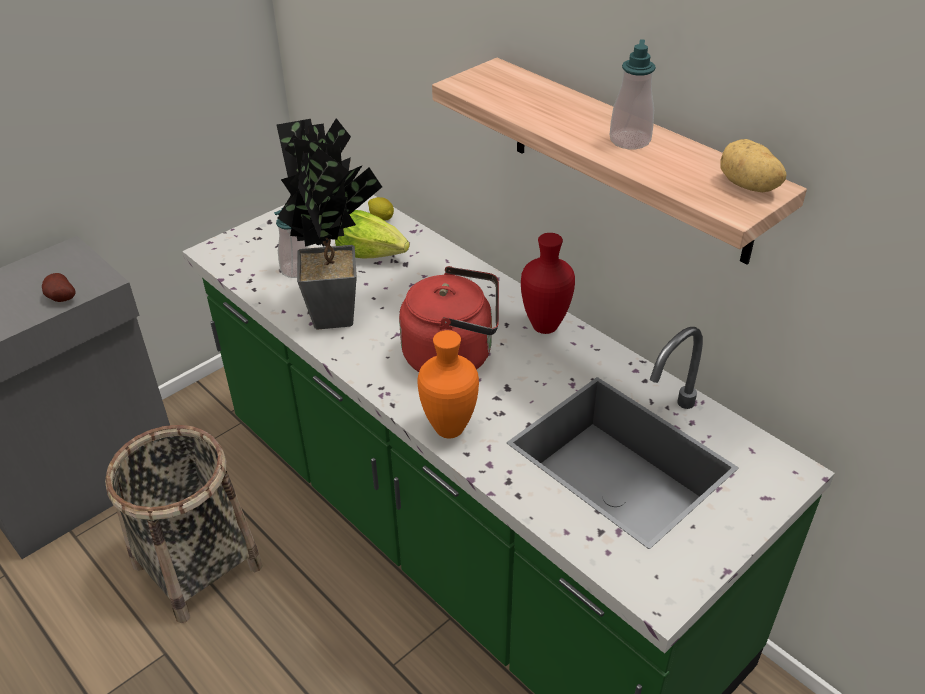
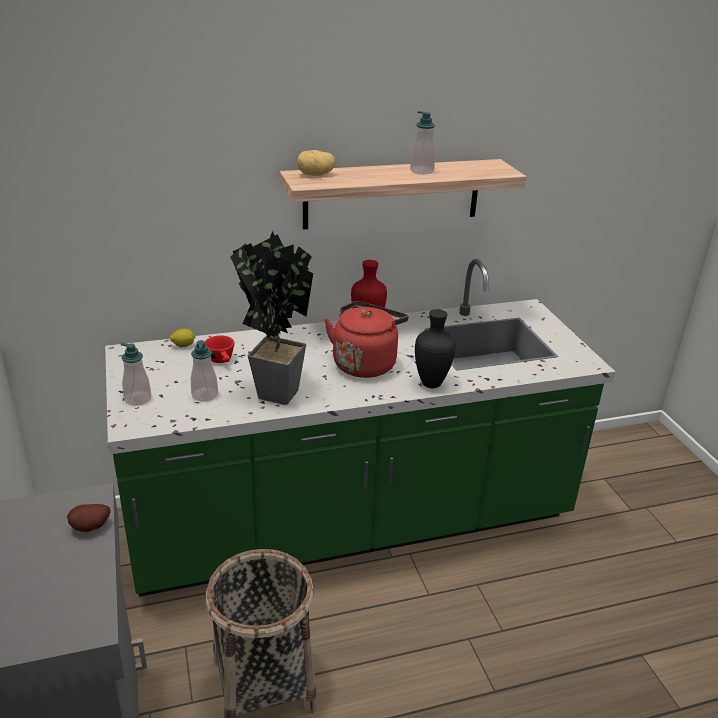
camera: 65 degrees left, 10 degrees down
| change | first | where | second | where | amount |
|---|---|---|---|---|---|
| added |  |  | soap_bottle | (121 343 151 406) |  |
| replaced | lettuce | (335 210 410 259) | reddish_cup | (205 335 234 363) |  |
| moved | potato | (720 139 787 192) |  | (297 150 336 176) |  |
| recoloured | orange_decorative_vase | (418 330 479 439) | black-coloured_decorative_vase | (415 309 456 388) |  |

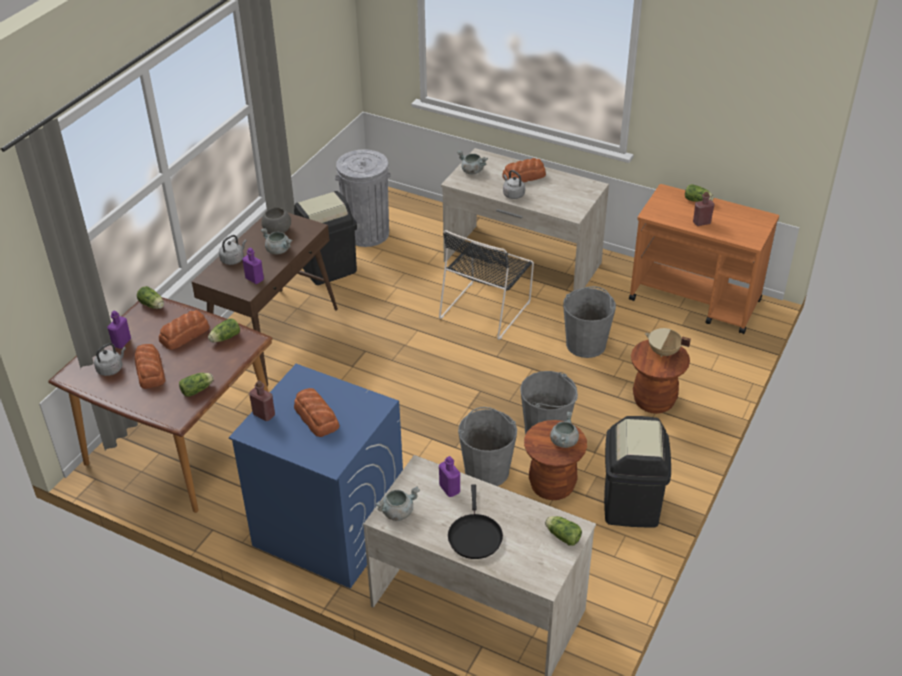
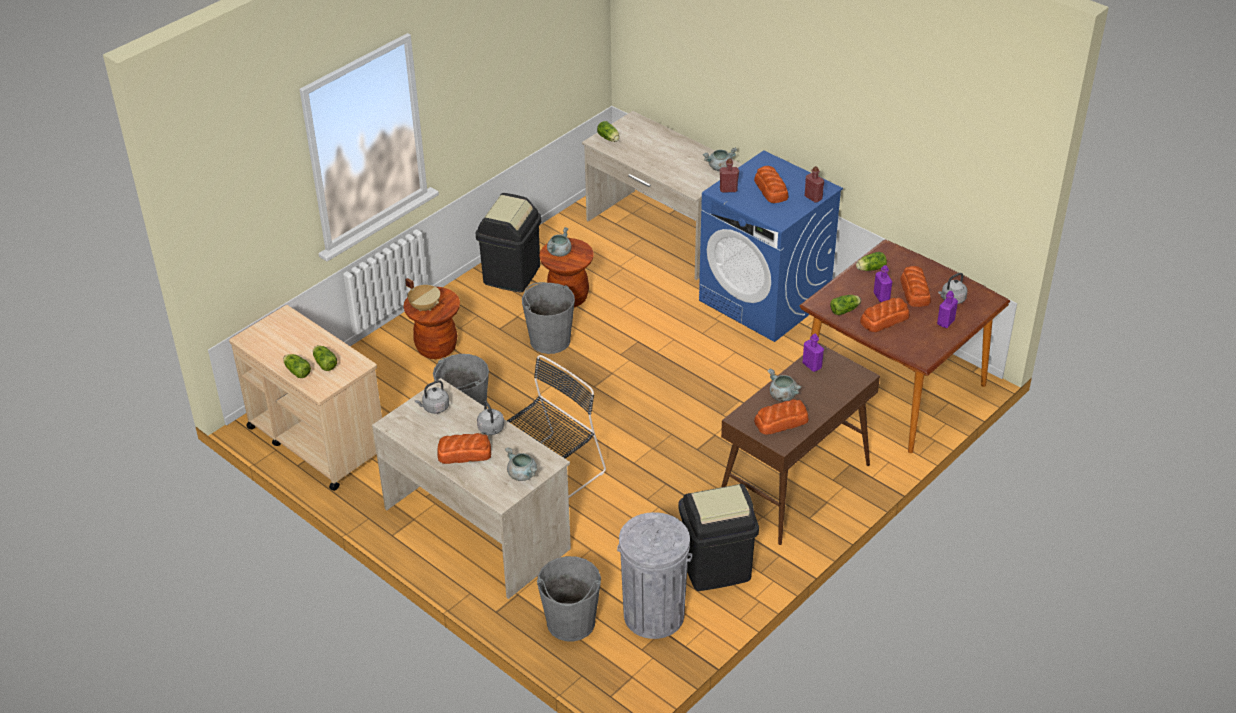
camera: 165 degrees left, 0 degrees up
| change | first | where | second | where | amount |
|---|---|---|---|---|---|
| recoloured | orange_trolley | (629 184 779 334) | beige_trolley | (229 305 382 491) |  |
| moved | lettuce | (137 286 164 309) |  | (313 345 337 371) |  |
| moved | gray_tea_kettle | (219 235 247 265) |  | (415 380 449 414) |  |
| moved | gray_bucket | (458 407 517 486) |  | (537 556 601 641) |  |
| moved | reddish_bottle | (693 192 714 226) |  | (720 158 739 192) |  |
| replaced | gray_deep_dish | (261 207 291 234) | bakery_bread | (754 399 809 435) |  |
| moved | purple-coloured_bottle | (439 456 460 497) |  | (874 265 892 302) |  |
| removed | black-coloured_frying_pan | (448 484 503 559) |  |  |  |

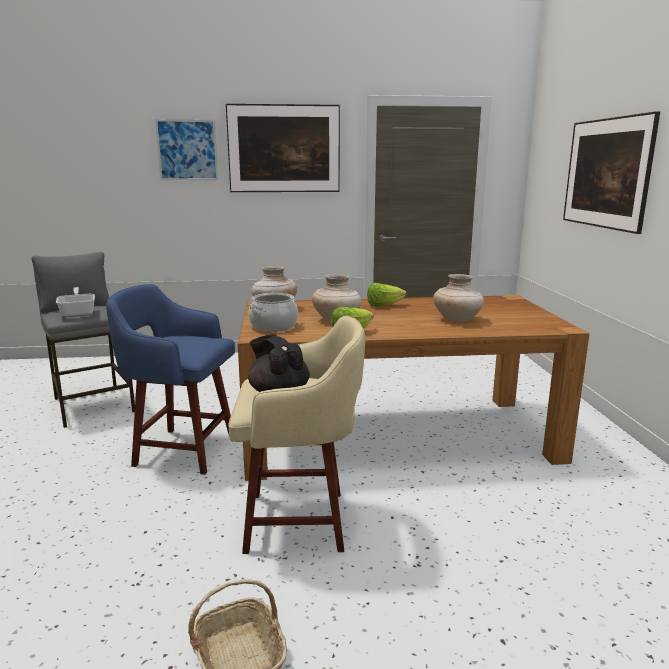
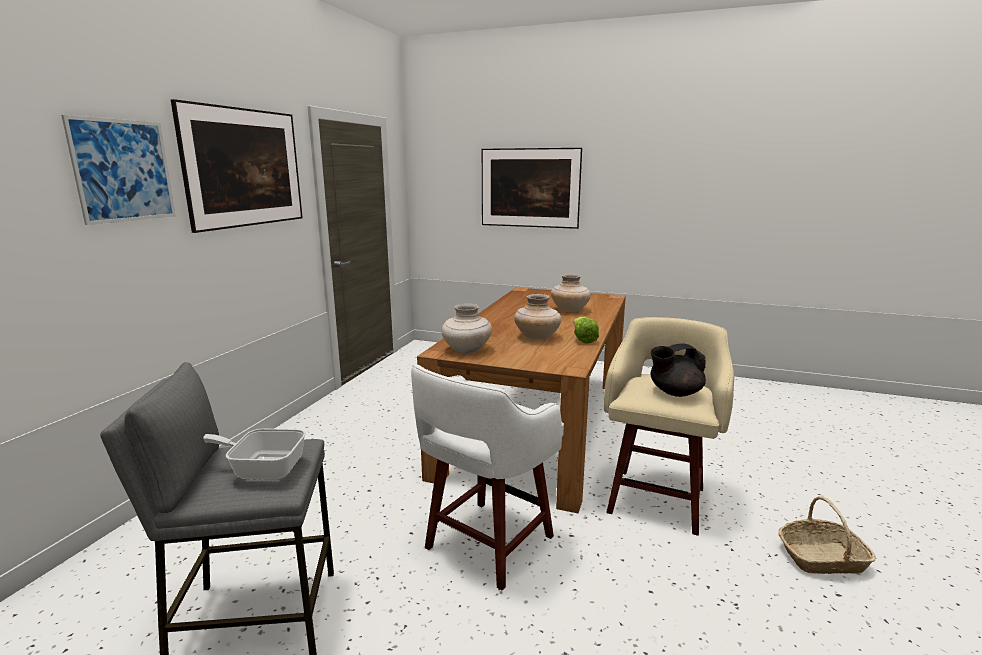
camera: 65 degrees left, 0 degrees up
| change | first | where | second | where | amount |
|---|---|---|---|---|---|
| recoloured | blue-coloured_stool_seat | (106 284 235 475) | white-coloured_stool_seat | (411 364 564 590) |  |
| removed | cooking_pot | (249 293 298 332) |  |  |  |
| removed | lettuce | (367 283 407 307) |  |  |  |

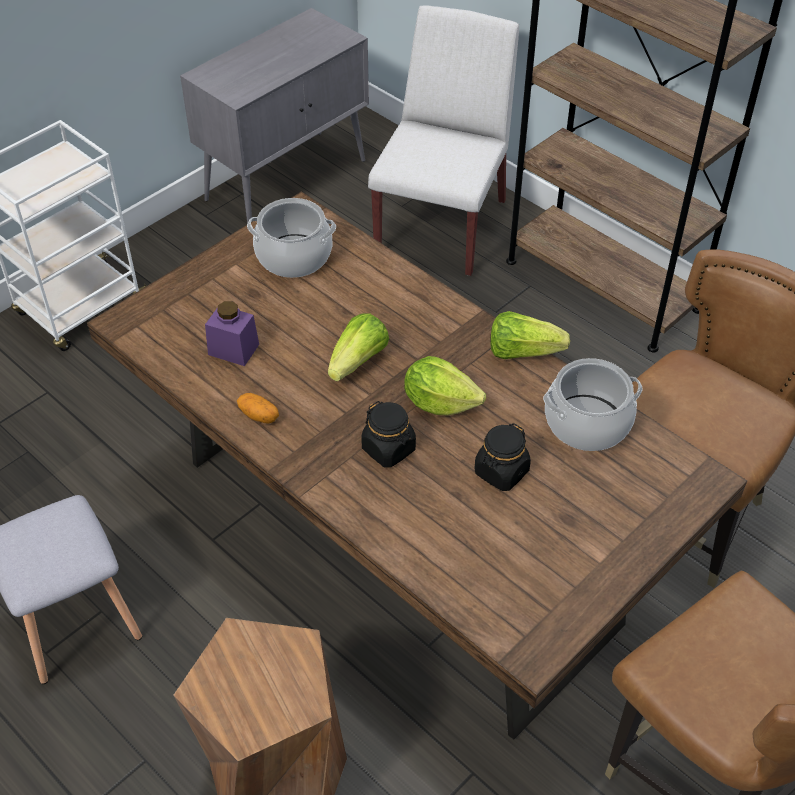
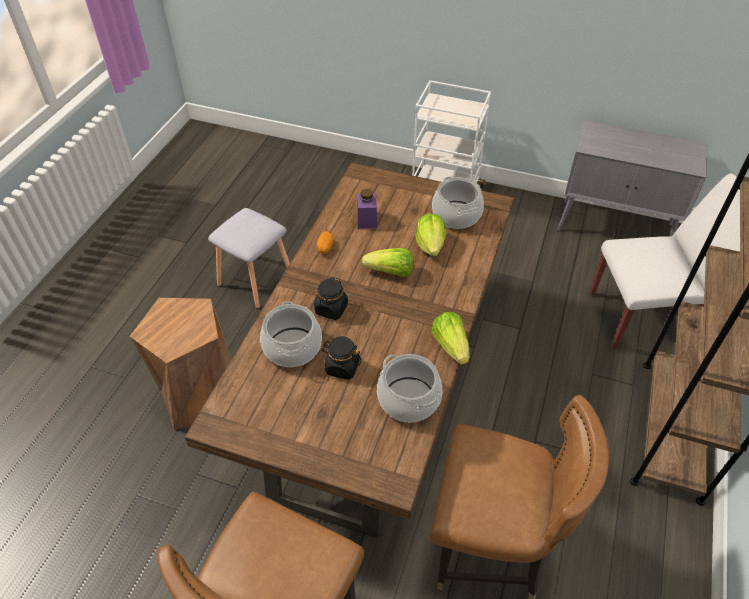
camera: 65 degrees right, 0 degrees up
| change | first | where | second | where | amount |
|---|---|---|---|---|---|
| added |  |  | cooking_pot | (260 301 322 367) |  |
| moved | lettuce | (404 356 486 415) |  | (415 213 446 256) |  |

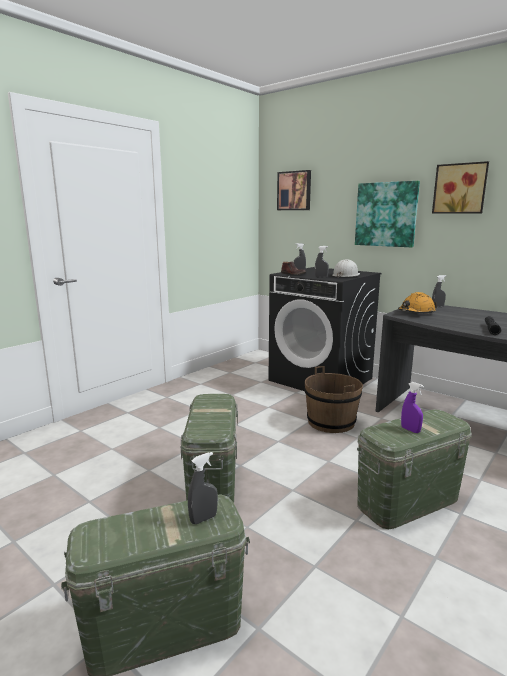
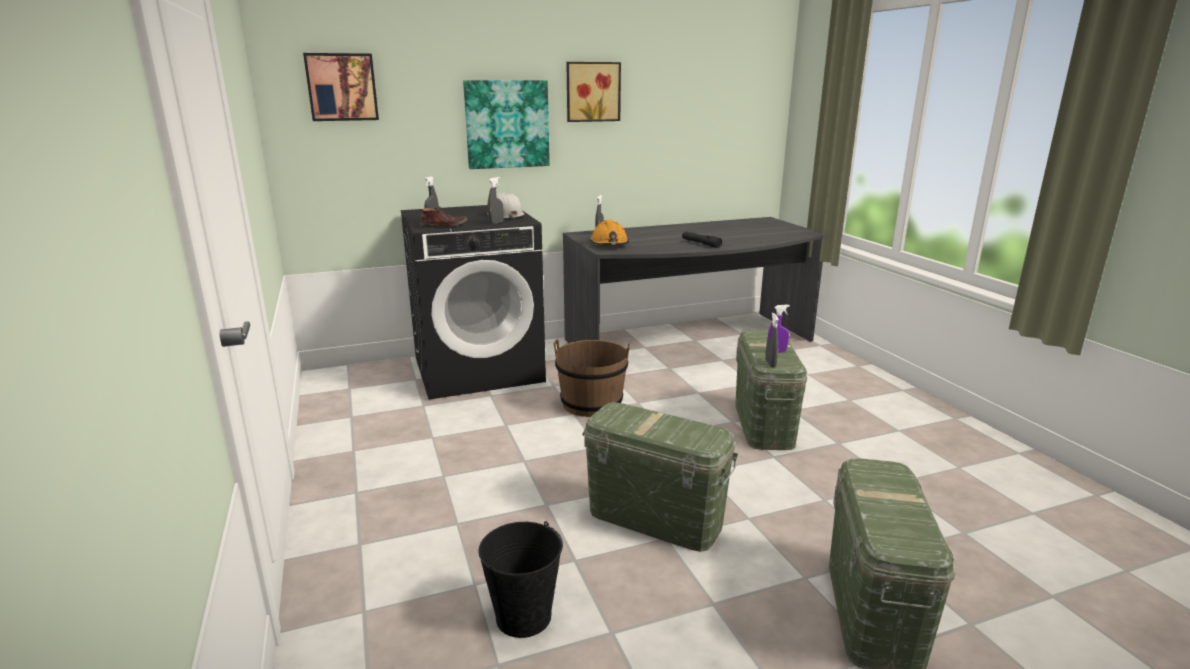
camera: 60 degrees left, 5 degrees up
| change | first | where | second | where | amount |
|---|---|---|---|---|---|
| added |  |  | black-coloured_bucket | (479 521 563 638) |  |
| moved | gray_sprayer | (188 452 218 524) |  | (765 313 779 367) |  |

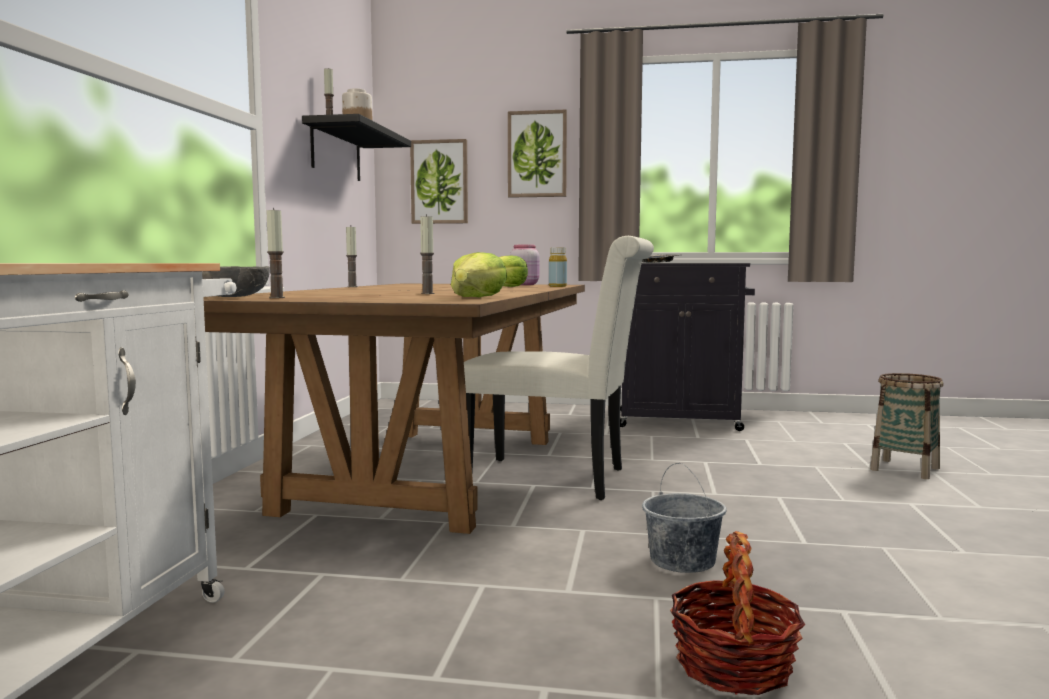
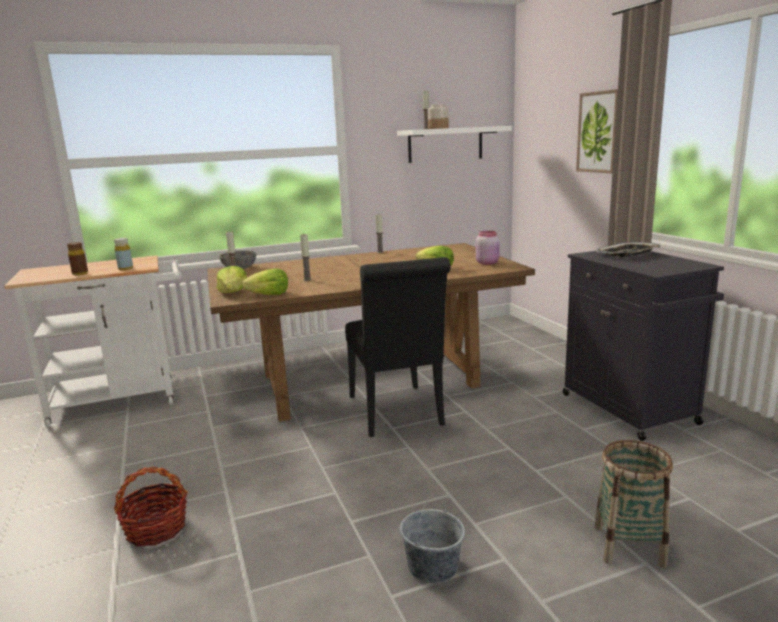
camera: 60 degrees right, 10 degrees up
| change | first | where | second | where | amount |
|---|---|---|---|---|---|
| added |  |  | brownish_bottle | (67 242 88 275) |  |
| moved | yellowish_bottle | (549 247 567 287) |  | (114 238 133 270) |  |
| added |  |  | lettuce | (217 266 247 294) |  |
| recoloured | white-coloured_upright_chair | (464 236 654 500) | black-coloured_upright_chair | (345 257 451 437) |  |
| recoloured | black-coloured_wall_shelf | (302 114 411 181) | white-coloured_wall_shelf | (397 126 512 163) |  |
| moved | gray_bucket | (642 463 726 573) |  | (400 495 465 583) |  |
| removed | wall_picture | (410 139 468 224) |  |  |  |

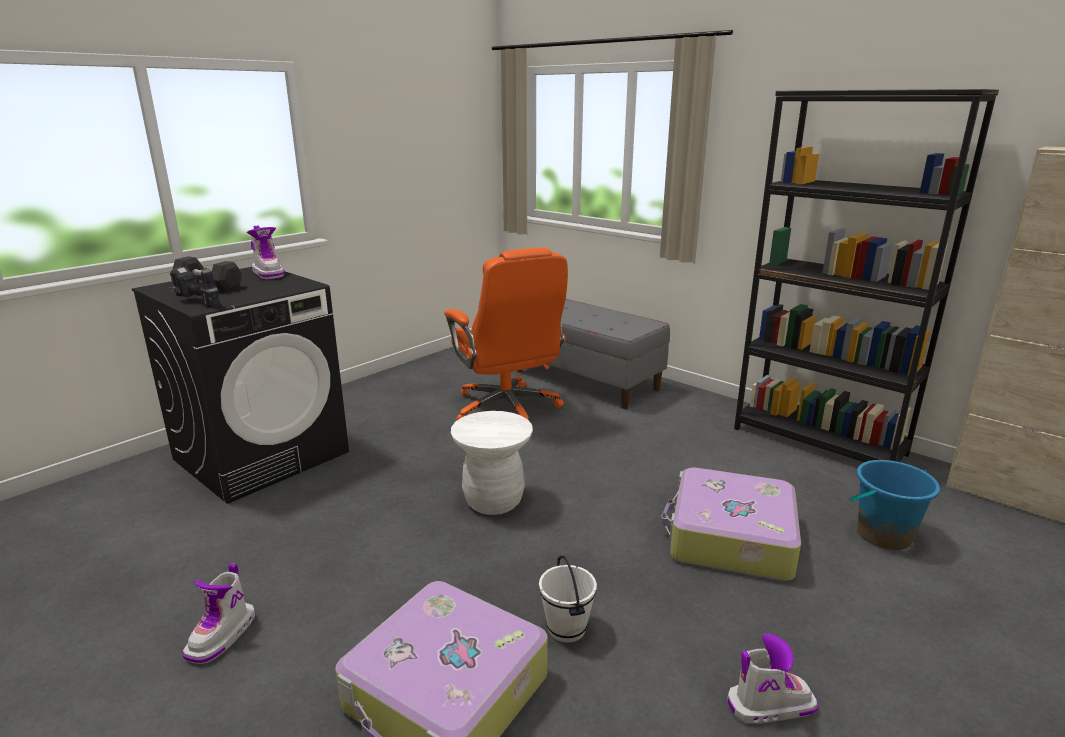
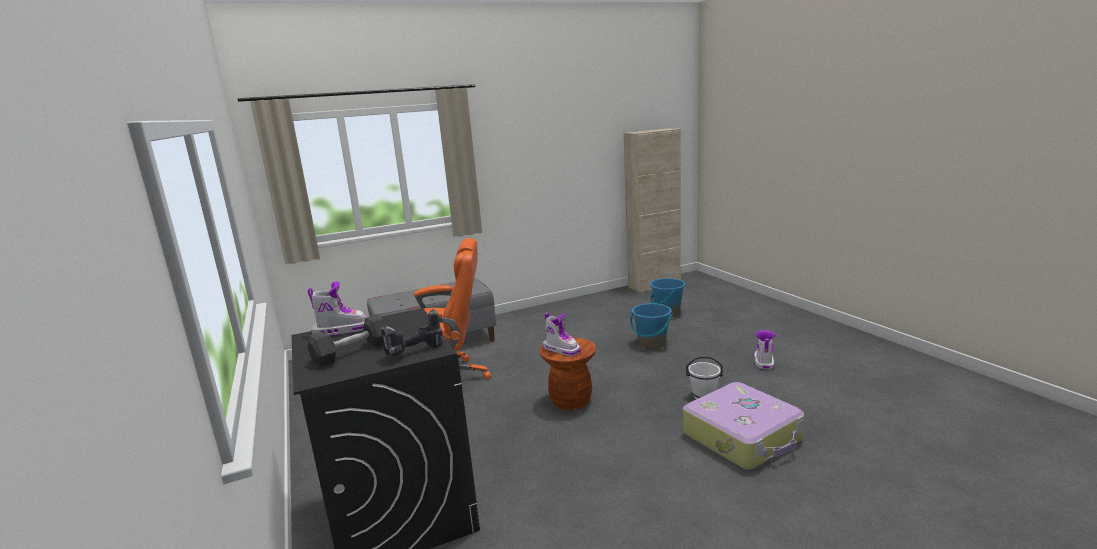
camera: 65 degrees left, 5 degrees down
| change | first | where | second | where | amount |
|---|---|---|---|---|---|
| recoloured | white-coloured_stool_seat | (451 411 533 515) | brownish_stool_seat | (539 337 596 410) |  |
| moved | boot | (182 563 255 664) |  | (543 313 581 356) |  |
| replaced | piece_of_luggage | (661 467 801 581) | blue-coloured_bucket | (630 303 672 349) |  |
| removed | black-coloured_bookcase | (734 89 999 462) |  |  |  |

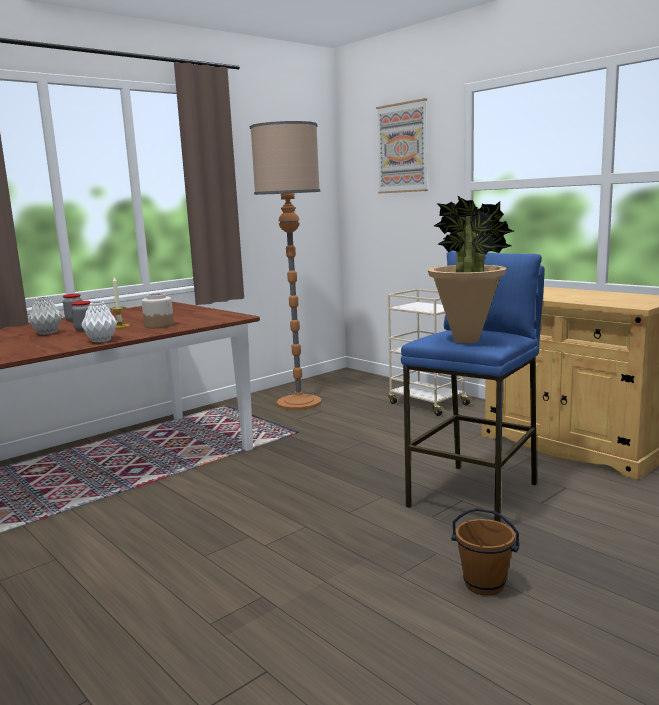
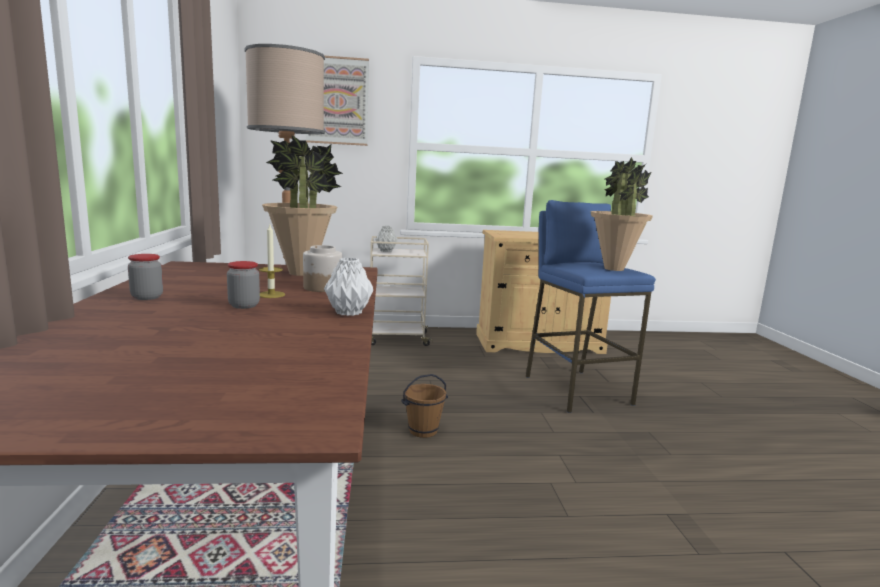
camera: 55 degrees left, 0 degrees up
| change | first | where | second | where | amount |
|---|---|---|---|---|---|
| added |  |  | plant_in_a_pot | (262 135 343 276) |  |
| moved | gray_decorative_vase | (28 297 62 335) |  | (375 226 398 252) |  |
| moved | brownish_bucket | (451 508 520 596) |  | (401 374 448 438) |  |

